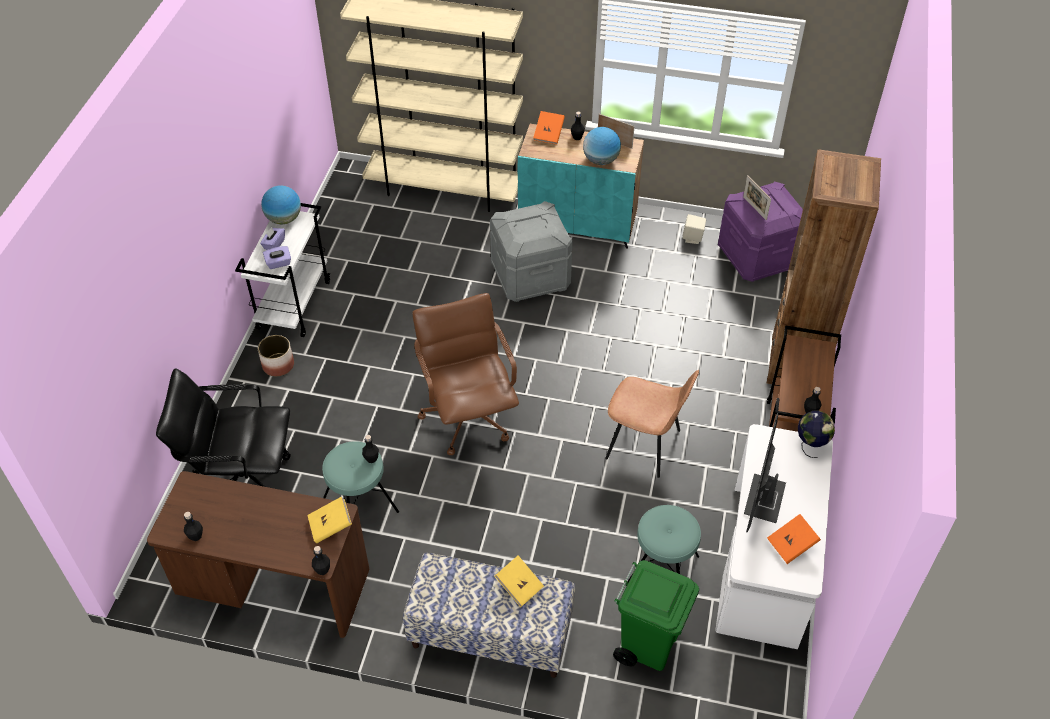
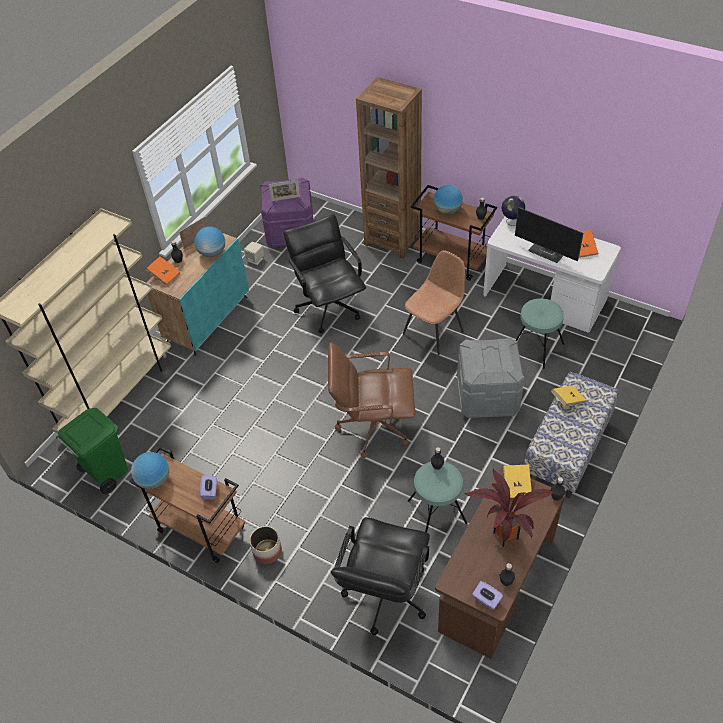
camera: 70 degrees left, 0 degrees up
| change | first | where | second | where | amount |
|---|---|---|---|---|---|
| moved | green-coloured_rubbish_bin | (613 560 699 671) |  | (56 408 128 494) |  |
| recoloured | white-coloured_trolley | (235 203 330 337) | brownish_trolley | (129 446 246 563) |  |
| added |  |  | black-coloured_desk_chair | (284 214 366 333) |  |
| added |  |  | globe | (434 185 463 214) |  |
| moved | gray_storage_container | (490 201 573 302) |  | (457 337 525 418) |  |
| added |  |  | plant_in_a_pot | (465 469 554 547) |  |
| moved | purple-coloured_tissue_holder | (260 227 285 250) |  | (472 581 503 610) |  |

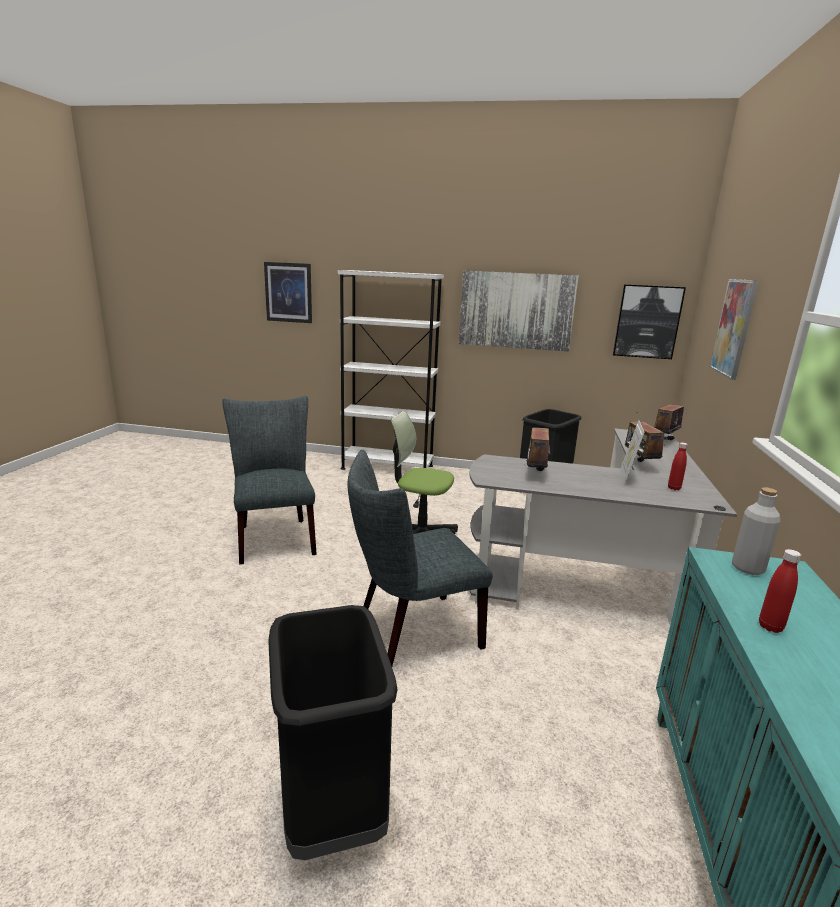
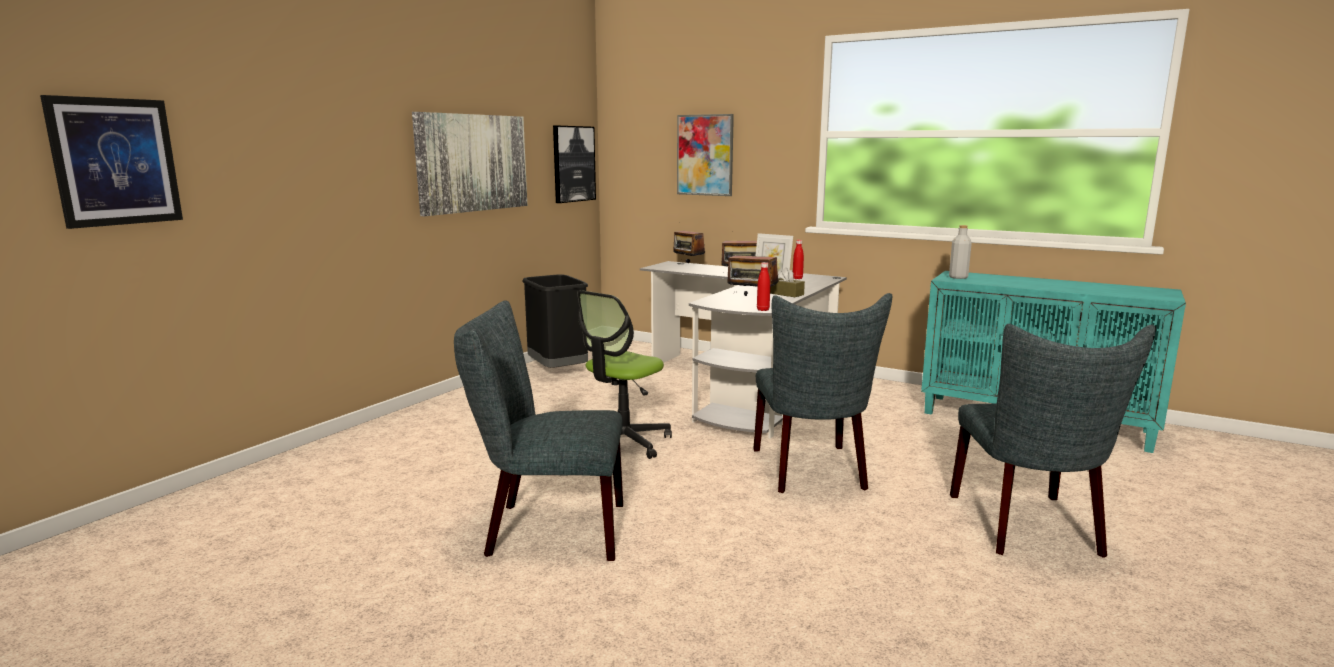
camera: 70 degrees left, 5 degrees down
| change | first | where | second | where | amount |
|---|---|---|---|---|---|
| moved | reddish_bottle | (759 549 801 633) |  | (757 262 770 311) |  |
| added |  |  | brownish_tissue_holder | (770 267 805 297) |  |
| replaced | black-coloured_rubbish_bin | (269 605 398 860) | gray_upright_chair | (950 324 1156 558) |  |
| removed | white-coloured_bookcase | (338 270 444 470) |  |  |  |

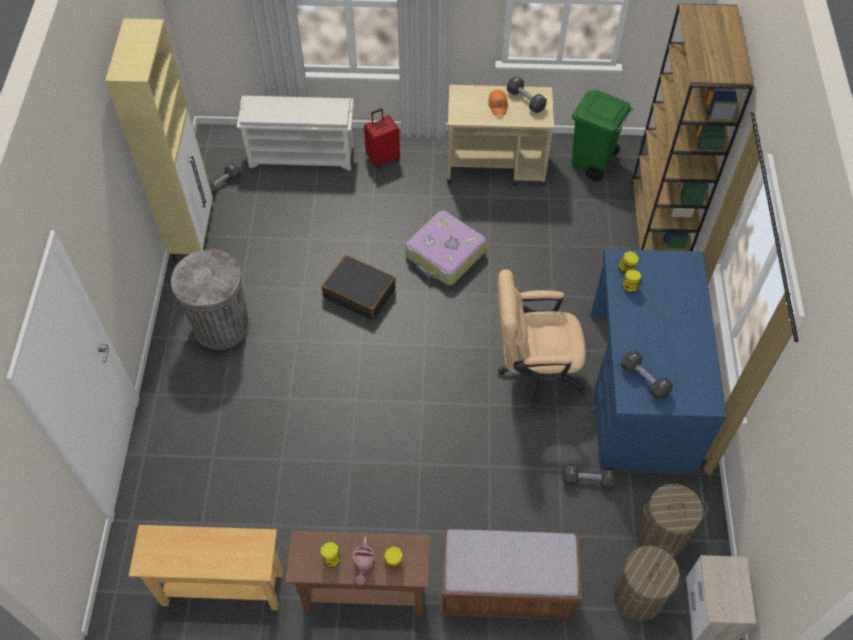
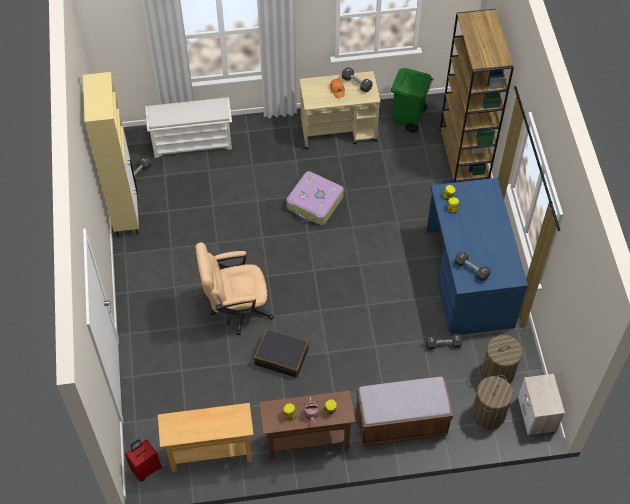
camera: 10 degrees left, 0 degrees up
| change | first | where | second | where | amount |
|---|---|---|---|---|---|
| moved | reddish_piece_of_luggage | (364 109 400 168) |  | (125 439 161 482) |  |
| moved | beige_desk_chair | (497 269 586 408) |  | (195 242 274 335) |  |
| moved | black-coloured_piece_of_luggage | (322 255 396 321) |  | (254 329 309 378) |  |
| removed | gray_rubbish_bin | (171 249 249 350) |  |  |  |

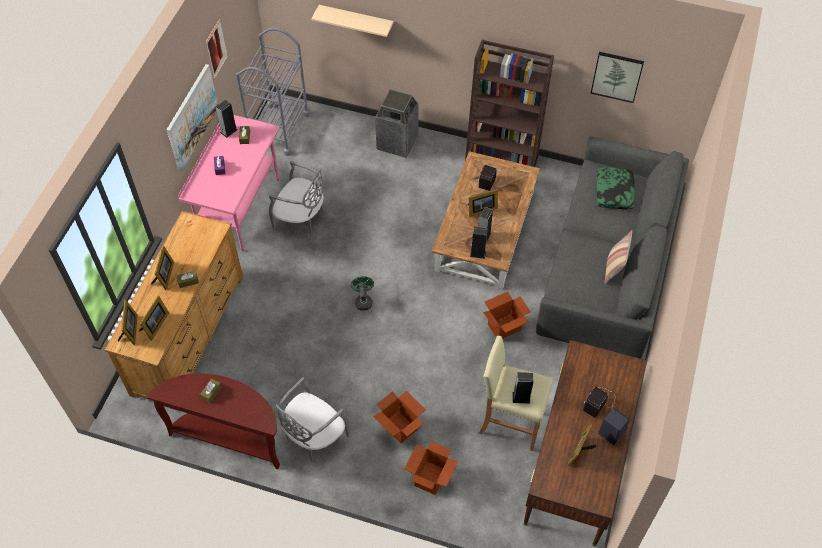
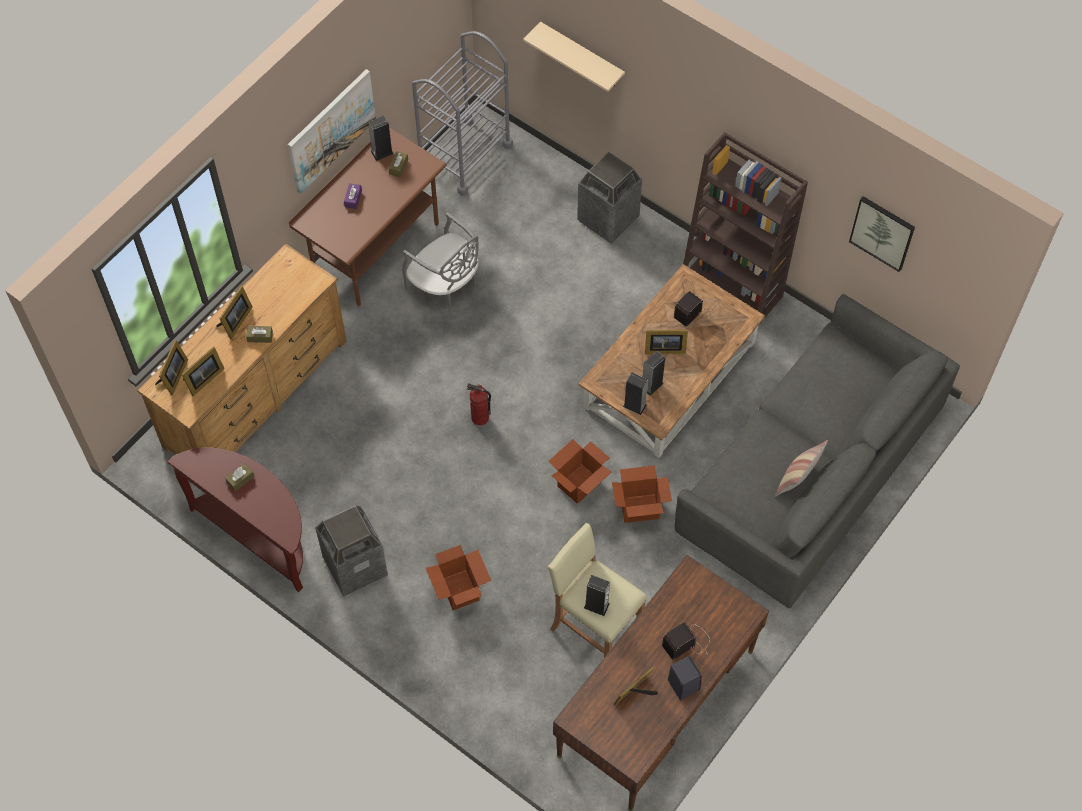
camera: 20 degrees right, 5 degrees up
| change | first | where | second | where | amount |
|---|---|---|---|---|---|
| recoloured | pinkish_desk | (178 115 280 251) | brownish_desk | (289 127 447 307) |  |
| replaced | gray_upright_chair | (276 377 349 461) | rubbish_bin | (315 505 388 596) |  |
| replaced | green-coloured_electric_fan | (351 276 374 311) | fire-fighting_cylinder | (467 384 491 425) |  |
| moved | carton | (404 441 458 495) |  | (548 439 612 504) |  |
| removed | wall_picture | (206 19 228 79) |  |  |  |
| removed | throw_pillow | (596 167 635 210) |  |  |  |

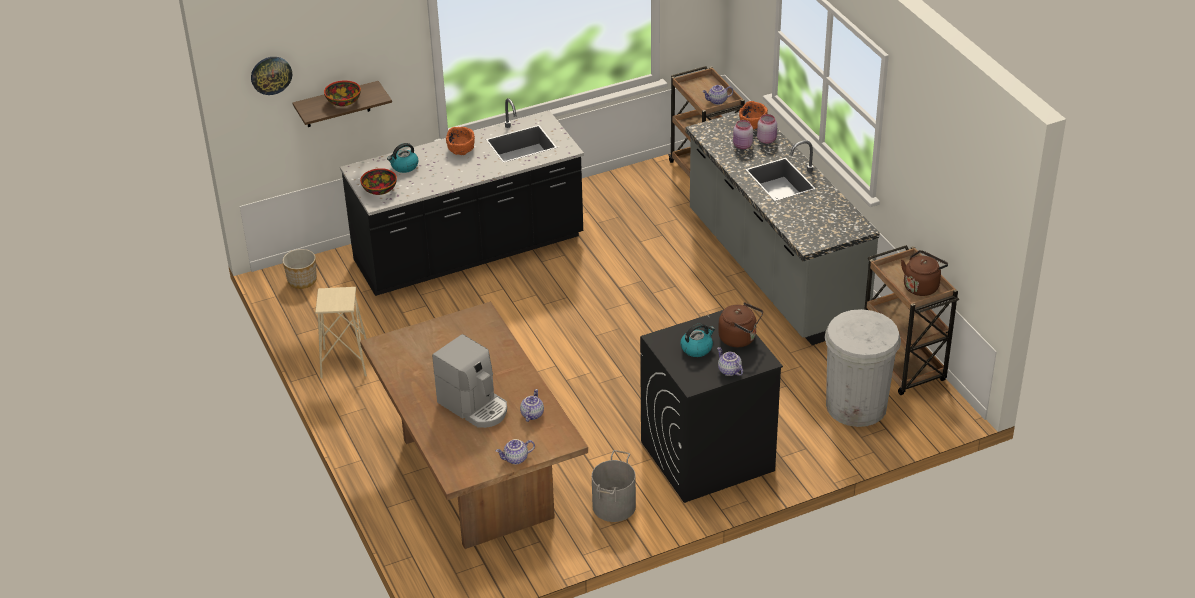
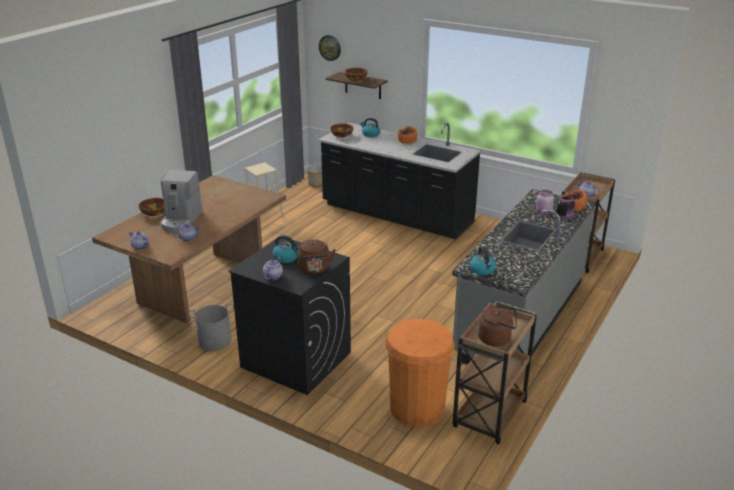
camera: 55 degrees right, 10 degrees down
| change | first | where | second | where | amount |
|---|---|---|---|---|---|
| added |  |  | deep_dish | (138 198 165 216) |  |
| recoloured | white-coloured_rubbish_bin | (824 309 901 427) | orange_rubbish_bin | (385 319 455 427) |  |
| added |  |  | tea_kettle | (470 247 496 275) |  |
| recoloured | pinkish_jar | (757 114 777 144) | black-coloured_jar | (557 195 575 220) |  |

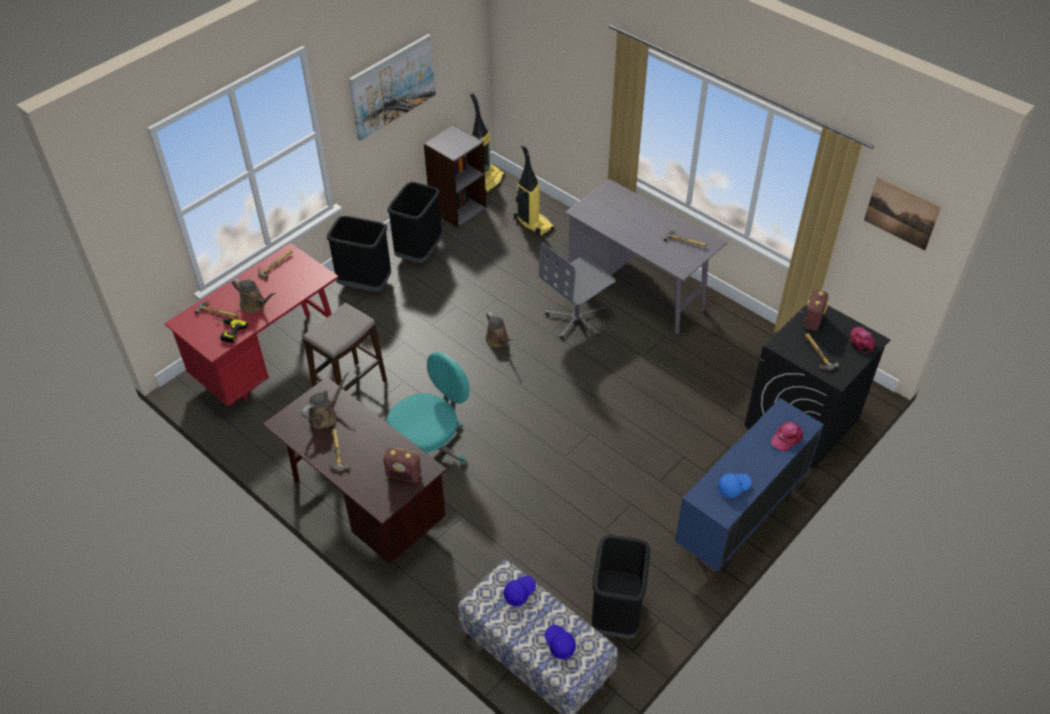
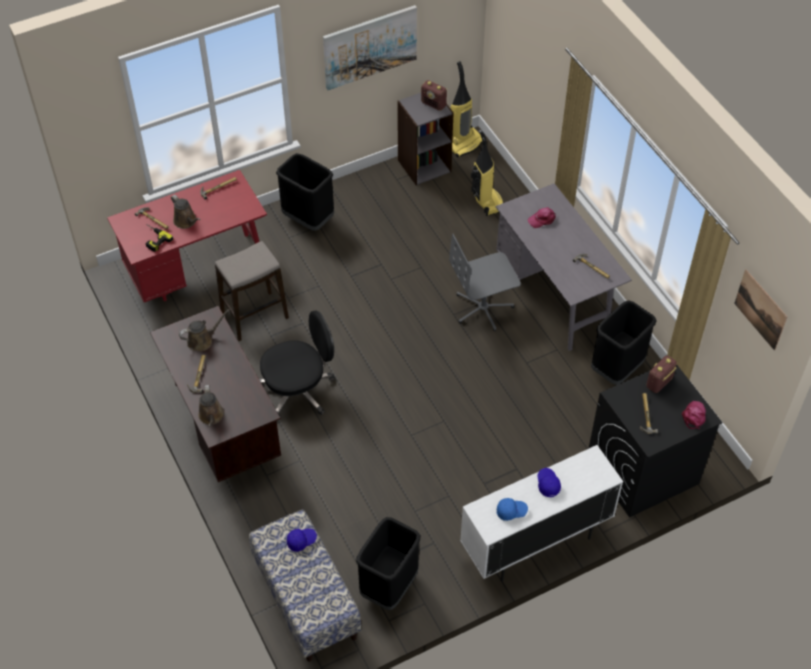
camera: 20 degrees right, 5 degrees up
| change | first | where | second | where | amount |
|---|---|---|---|---|---|
| moved | brownish_watering_pot | (485 312 513 348) |  | (198 385 224 427) |  |
| recoloured | turquoise_desk_chair | (386 352 470 465) | black-coloured_desk_chair | (259 311 335 417) |  |
| moved | radio_set | (383 448 421 483) |  | (421 80 447 111) |  |
| recoloured | blue-coloured_storage_cabinet | (675 398 824 572) | white-coloured_storage_cabinet | (460 445 623 582) |  |
| moved | pinkish_baseball_cap | (771 421 803 452) |  | (528 207 556 228) |  |
| moved | blue-coloured_baseball_cap | (545 625 576 660) |  | (537 468 561 497) |  |
| moved | black-coloured_rubbish_bin | (387 182 442 263) |  | (591 300 657 385) |  |

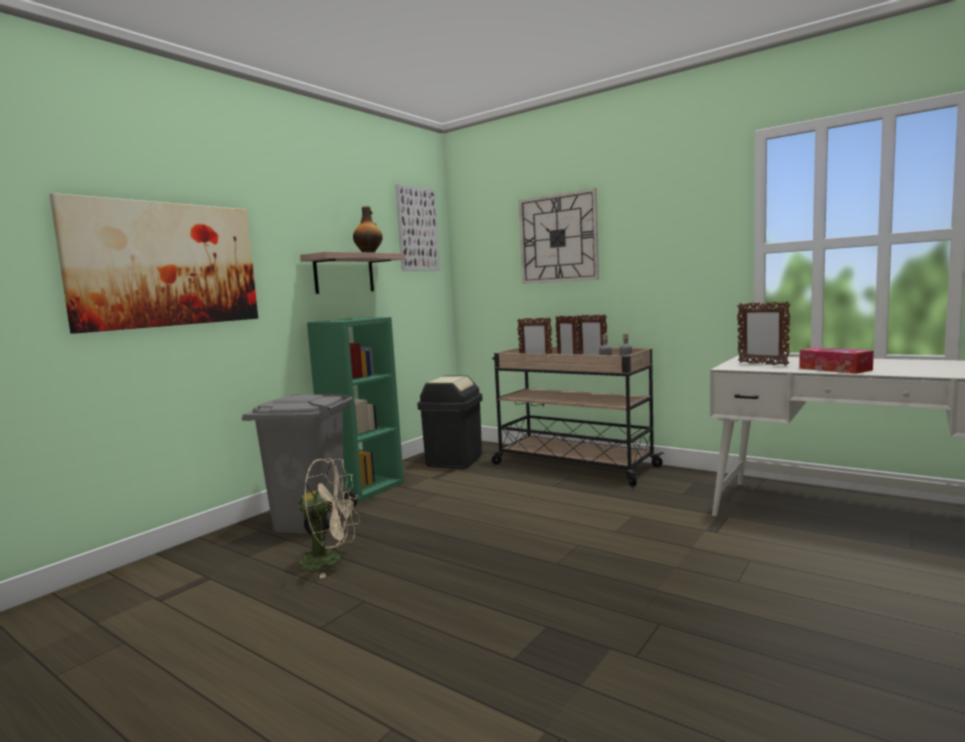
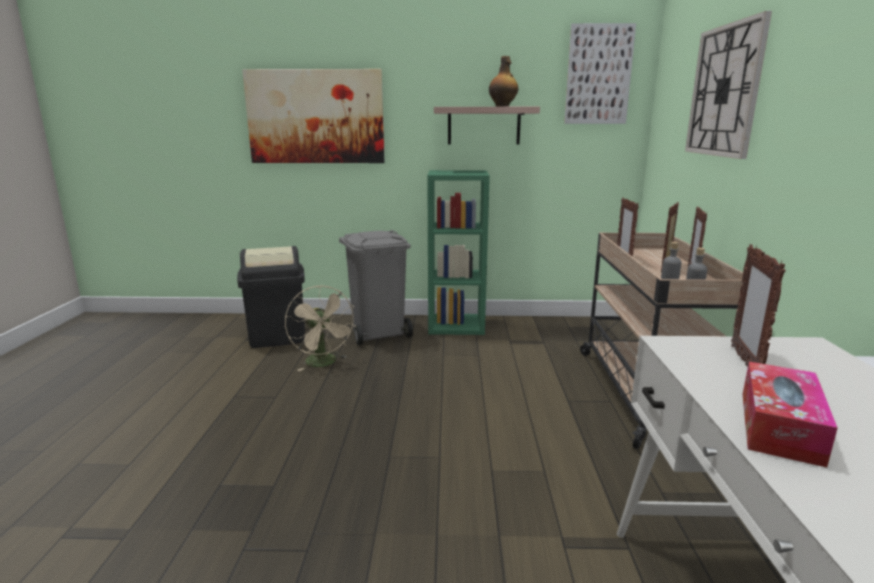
camera: 55 degrees right, 10 degrees up
| change | first | where | second | where | amount |
|---|---|---|---|---|---|
| moved | black-coloured_rubbish_bin | (417 375 483 468) |  | (237 246 305 348) |  |

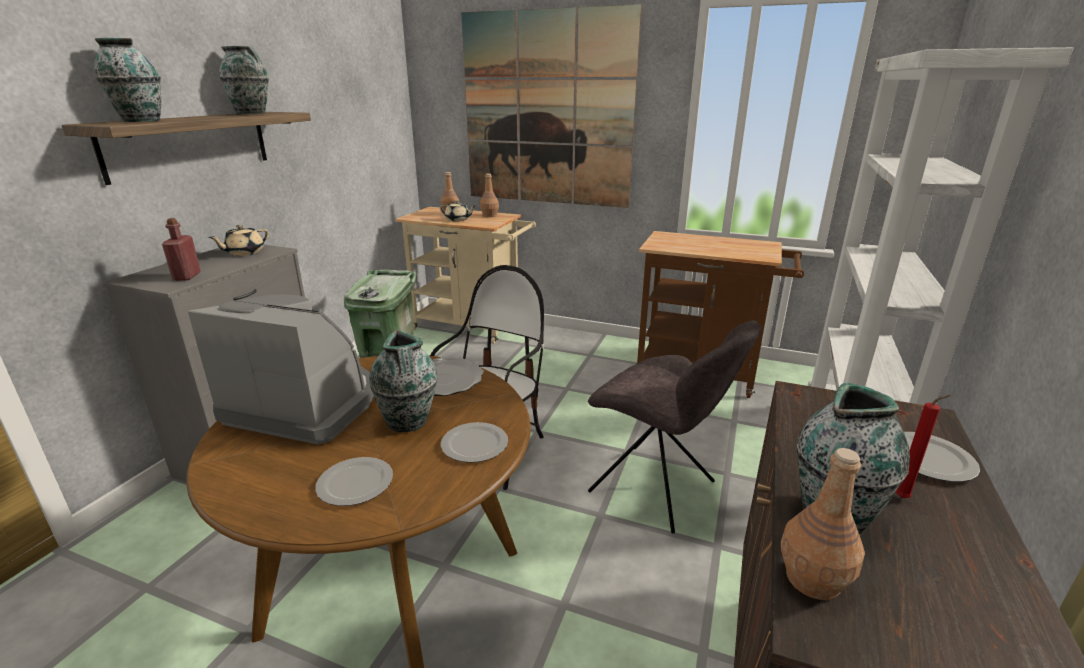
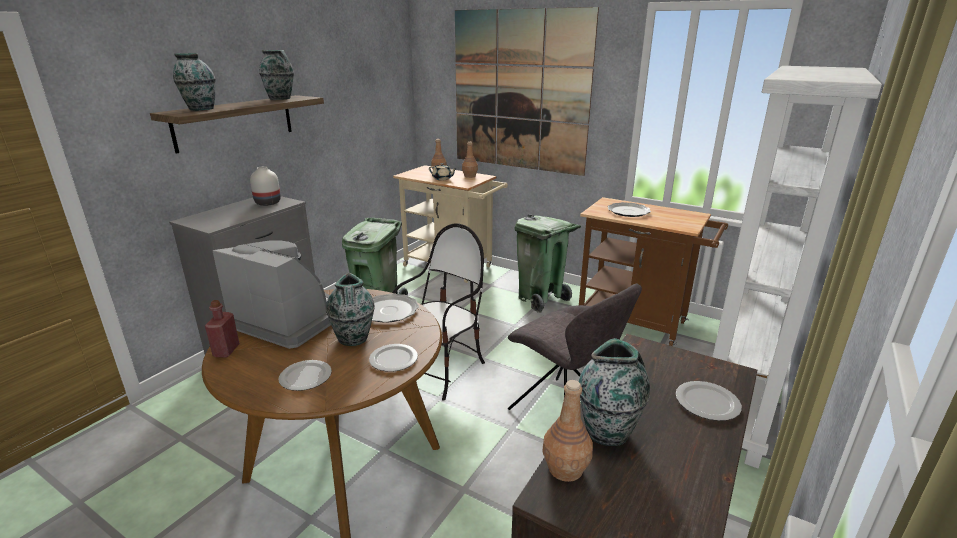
camera: 10 degrees right, 0 degrees up
| change | first | where | second | where | amount |
|---|---|---|---|---|---|
| moved | reddish_bottle | (162 218 201 281) |  | (205 300 240 358) |  |
| replaced | beige_pot_for_tea | (208 225 269 256) | white-coloured_decorative_vase | (250 166 281 206) |  |
| added |  |  | green-coloured_rubbish_bin | (515 214 581 313) |  |
| added |  |  | dinner_plate | (608 202 651 217) |  |
| removed | reddish_candle | (896 395 951 498) |  |  |  |

